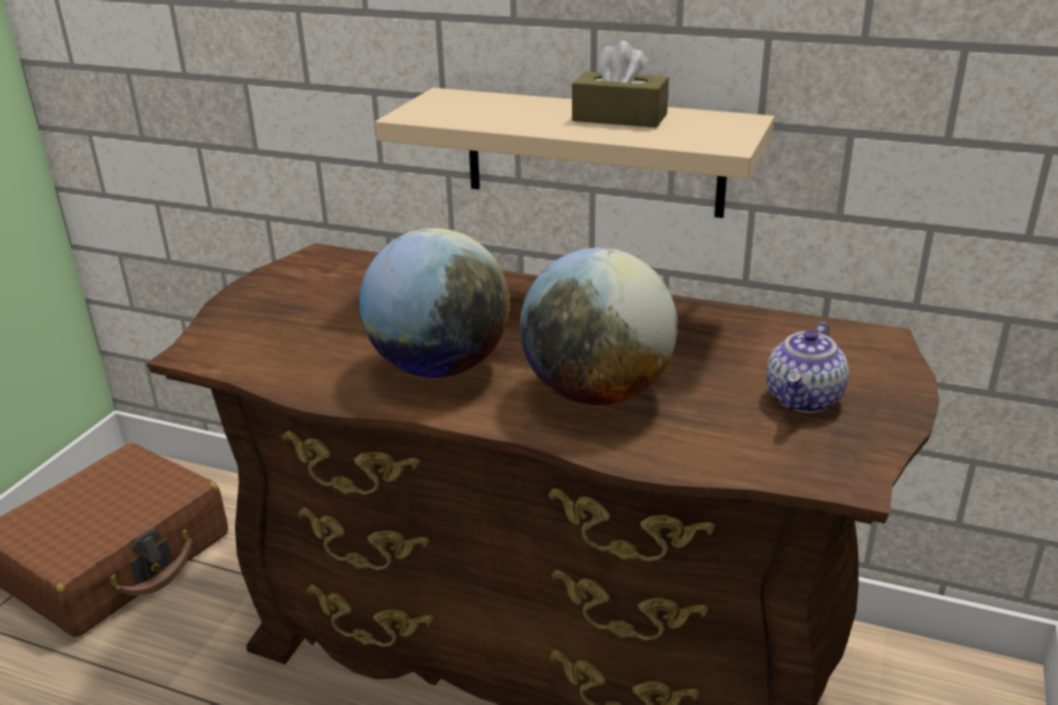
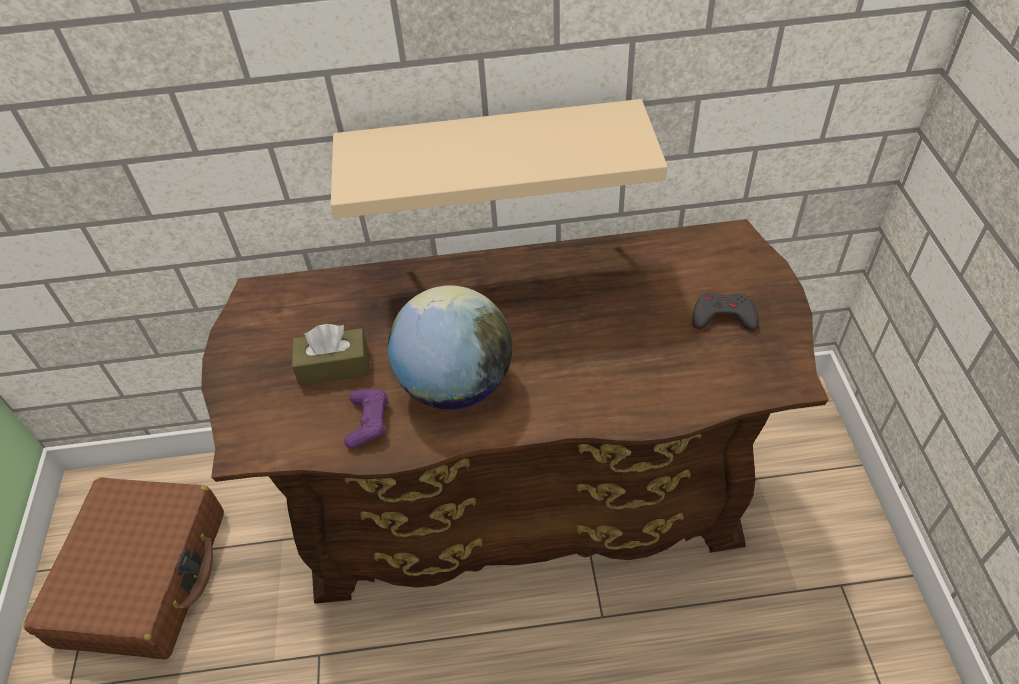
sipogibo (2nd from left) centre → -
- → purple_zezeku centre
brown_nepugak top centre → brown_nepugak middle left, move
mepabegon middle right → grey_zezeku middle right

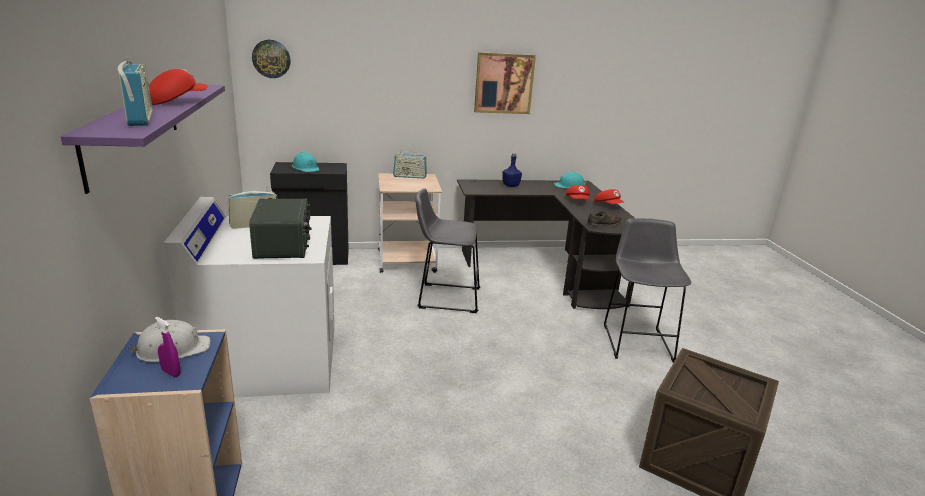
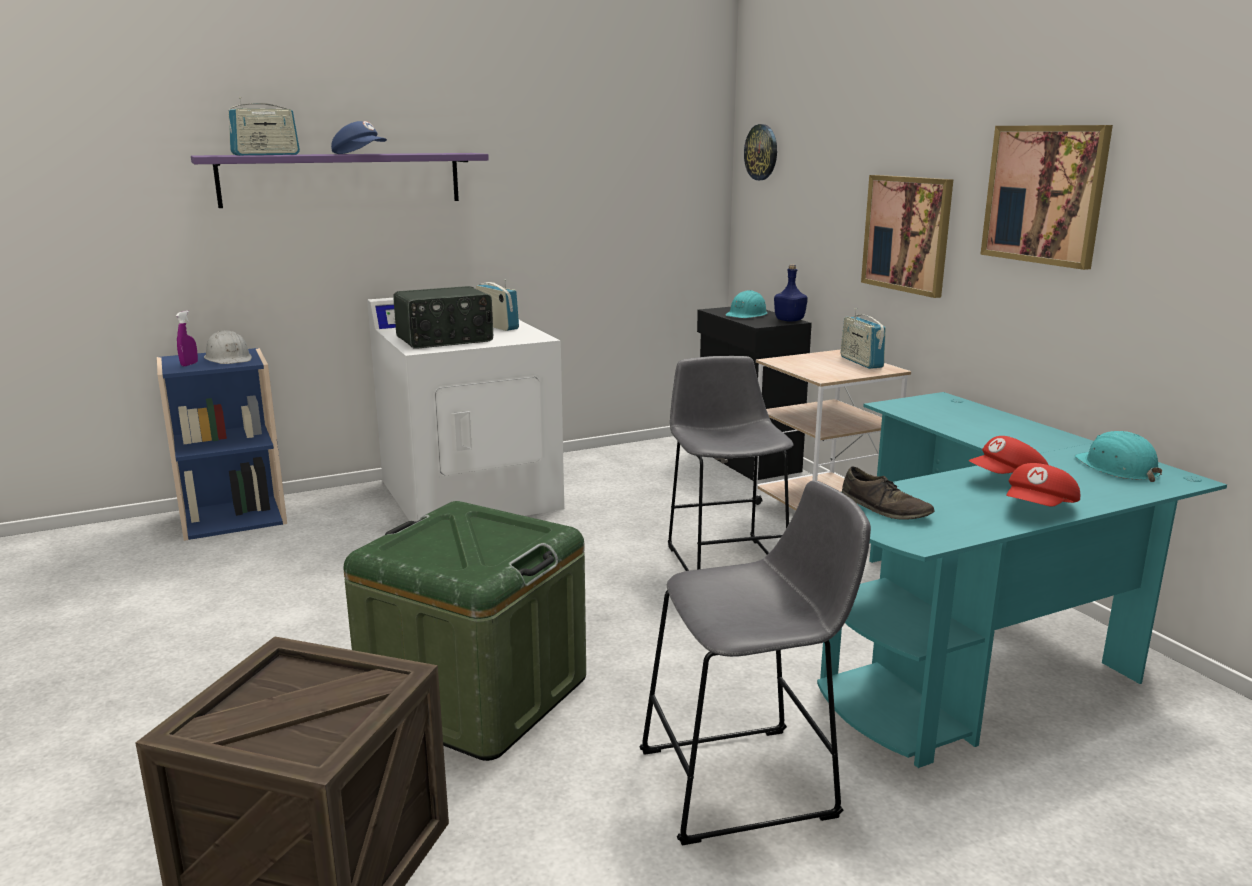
- → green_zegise bottom centre
- → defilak (1st from left) top right
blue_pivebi centre → blue_pivebi top centre, move
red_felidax (1st from left) top left → blue_felidax top left
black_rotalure centre → turquoise_rotalure middle right

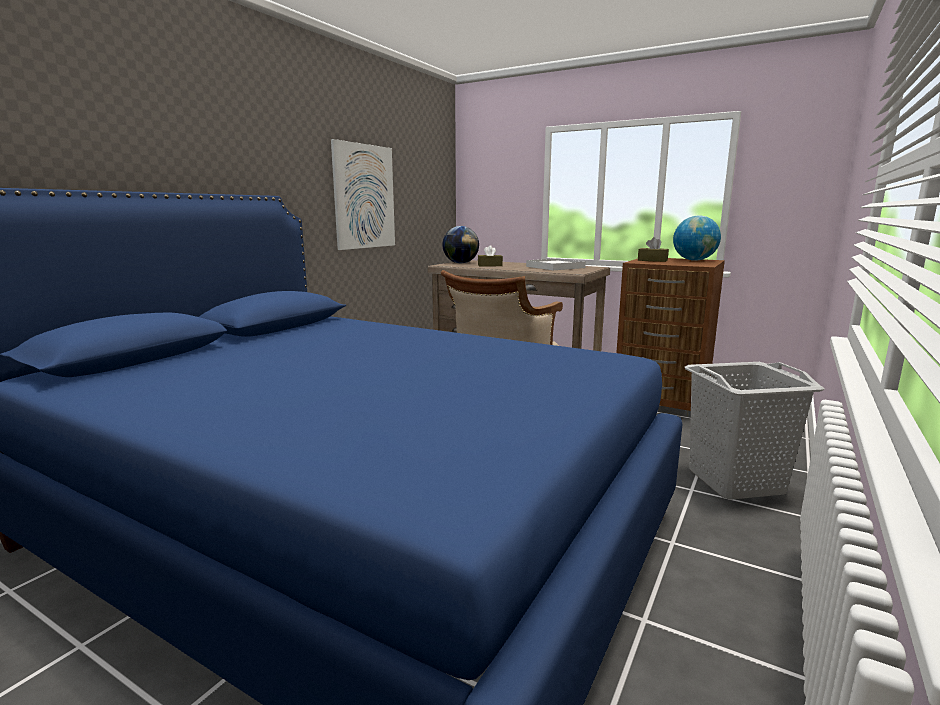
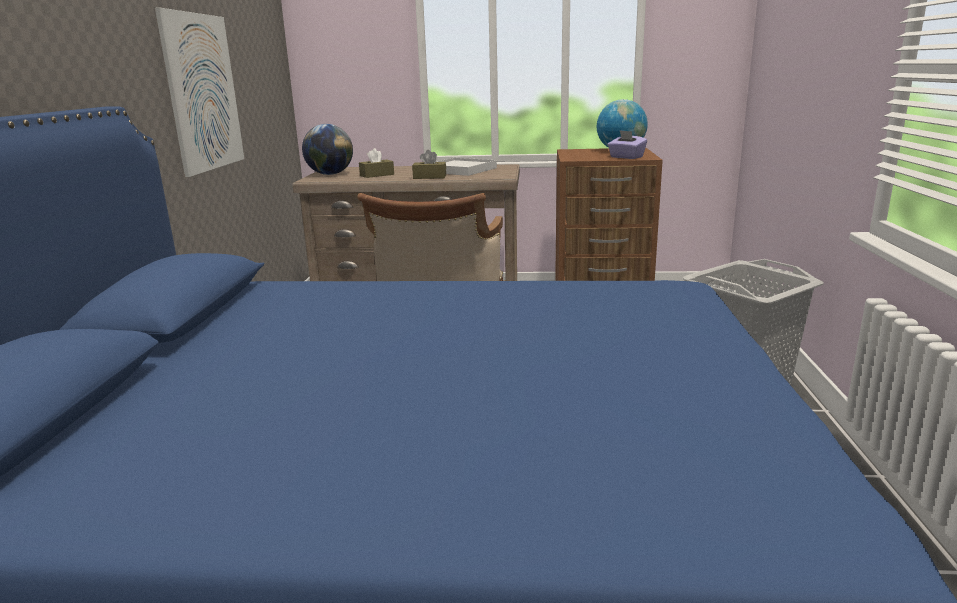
- → purple_nepugak top centre
brown_nepugak (2nd from left) middle right → brown_nepugak (2nd from left) top centre, move

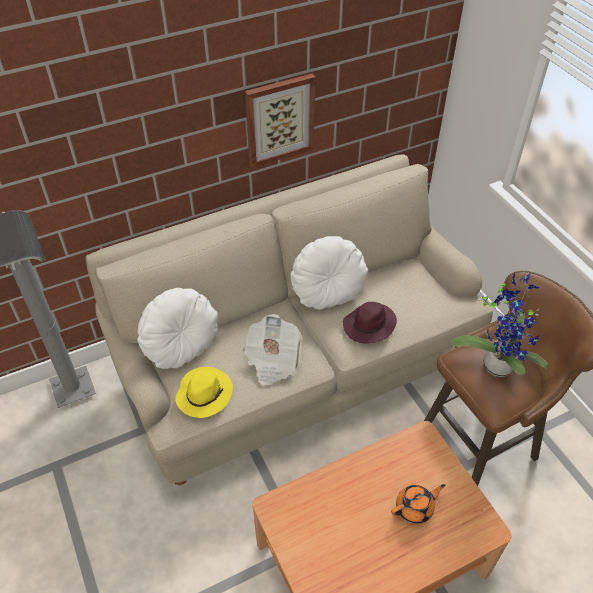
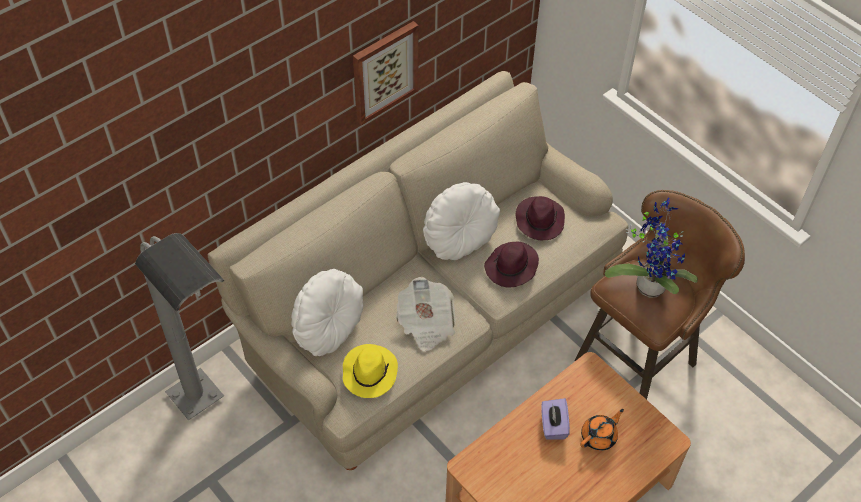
- → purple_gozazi (2nd from left) centre
- → purple_nepugak bottom centre

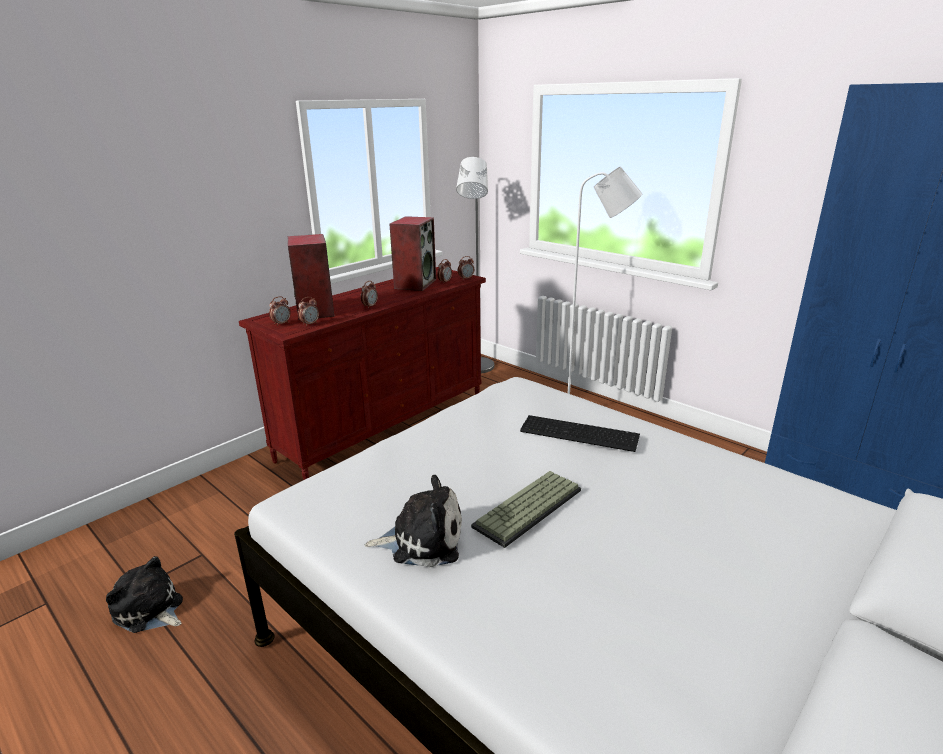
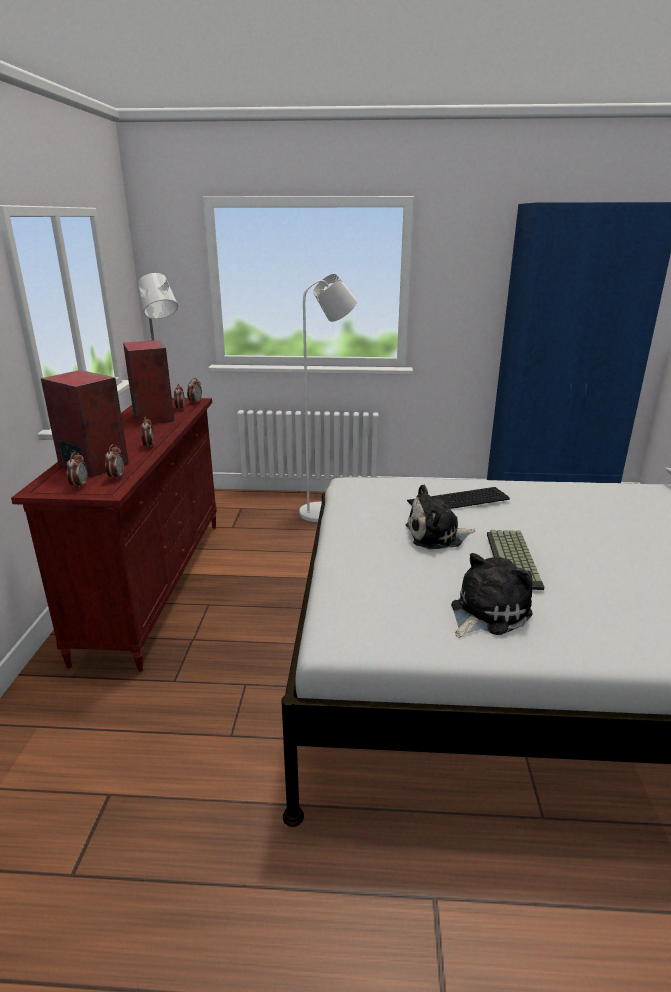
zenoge (1st from left) bottom left → zenoge (1st from left) centre, move

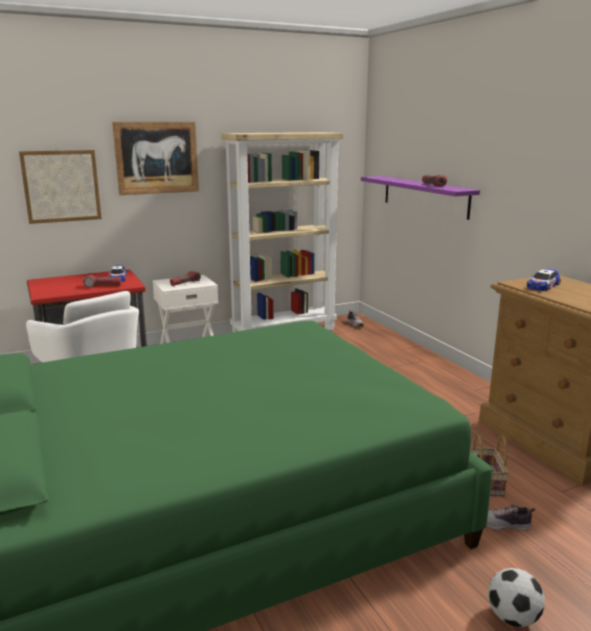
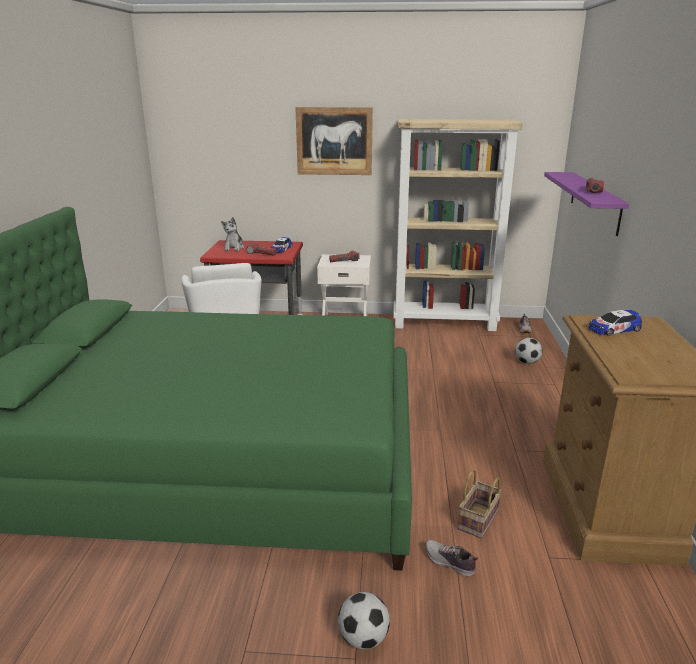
defilak (1st from left) top left → -
- → zenoge centre
- → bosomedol (2nd from left) middle right

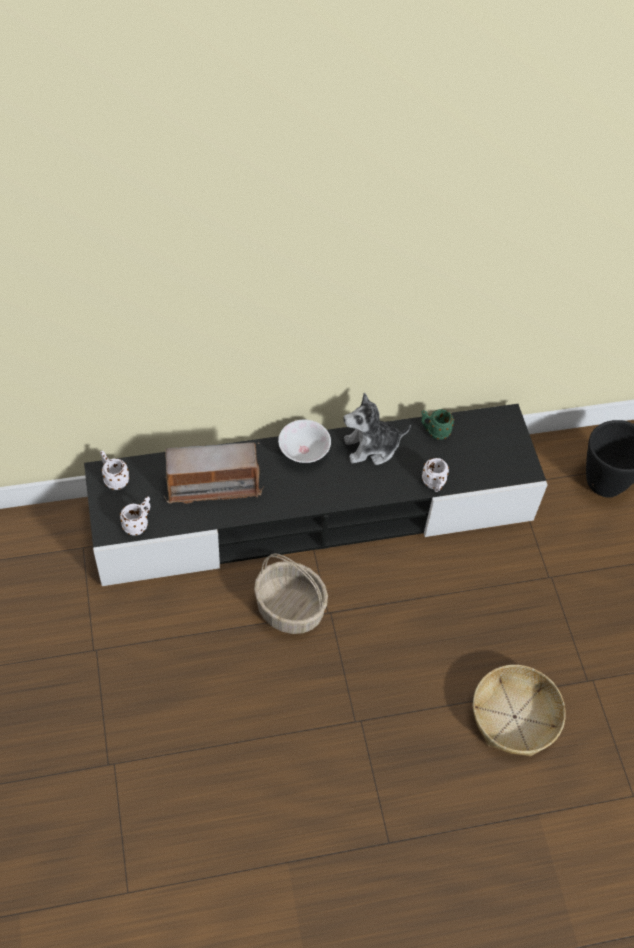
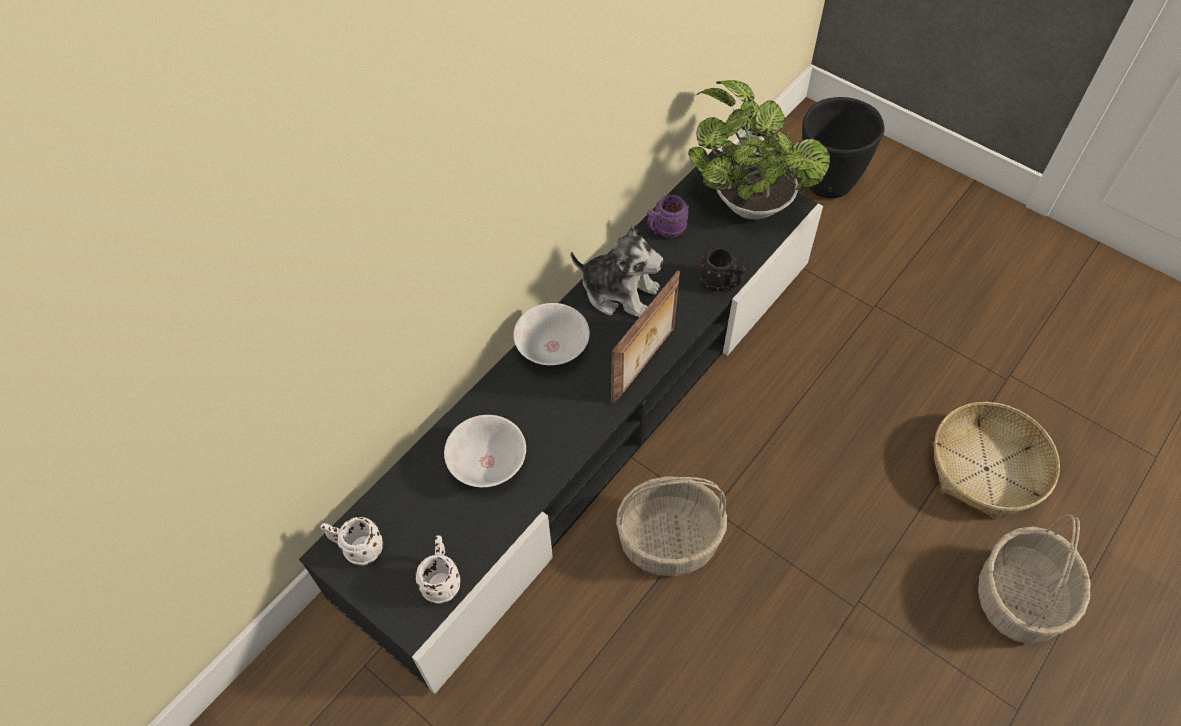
- → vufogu centre
- → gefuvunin top centre
- → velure (3rd from left) bottom right
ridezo centre → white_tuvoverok (1st from left) centre
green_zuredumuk middle right → purple_zuredumuk top centre
white_zuredumuk (3rd from left) middle right → black_zuredumuk centre
zenoge centre, 105 degrees counterclockwise

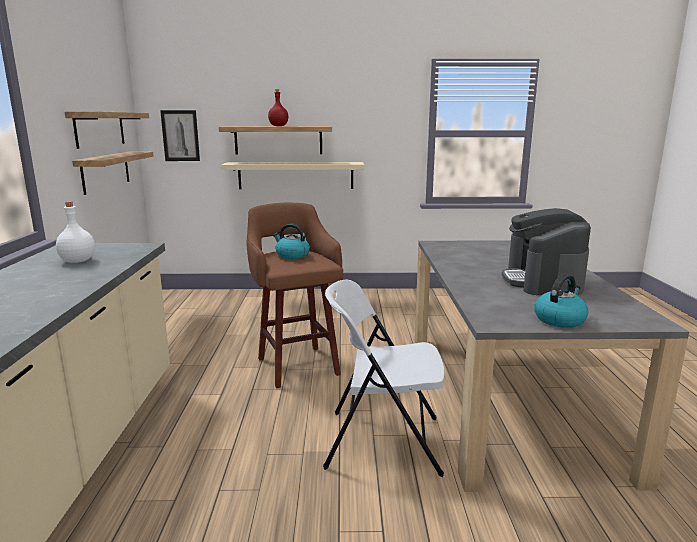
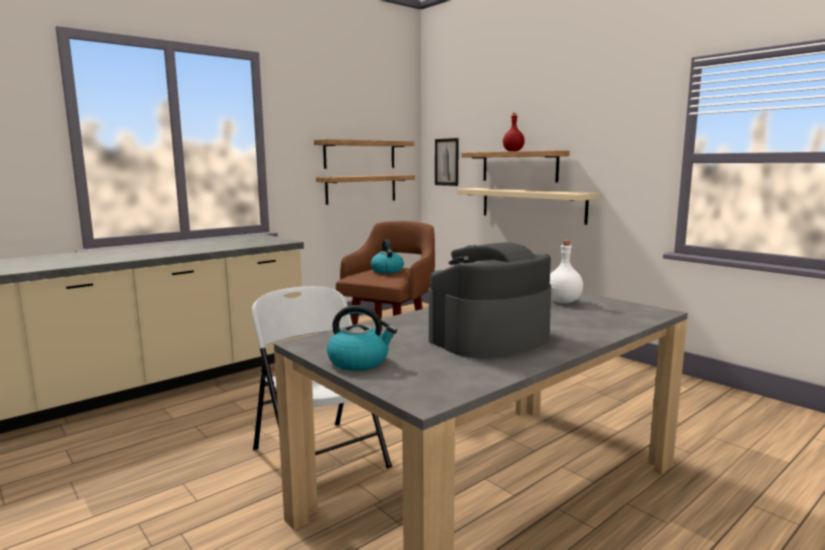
white_pivebi middle left → white_pivebi middle right, move

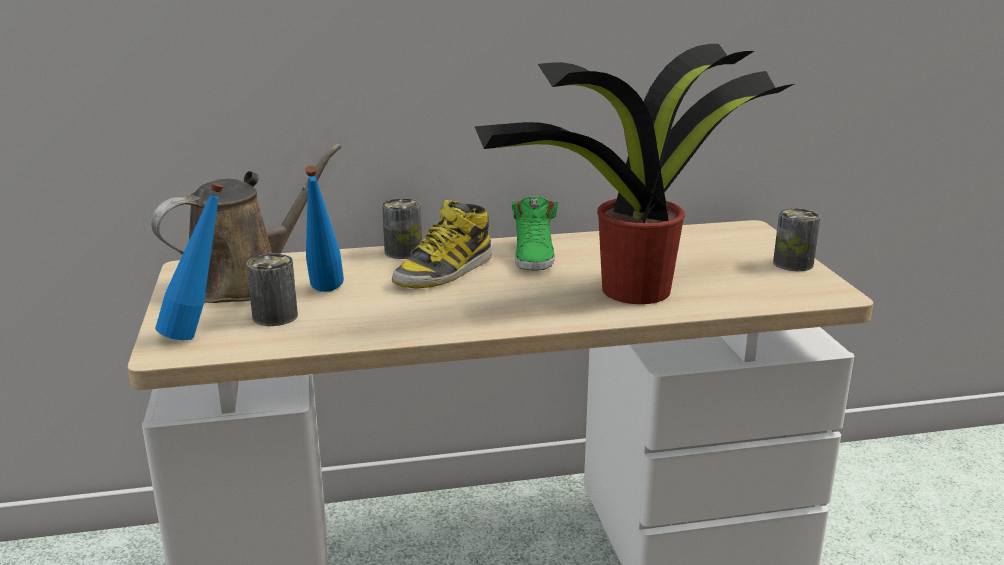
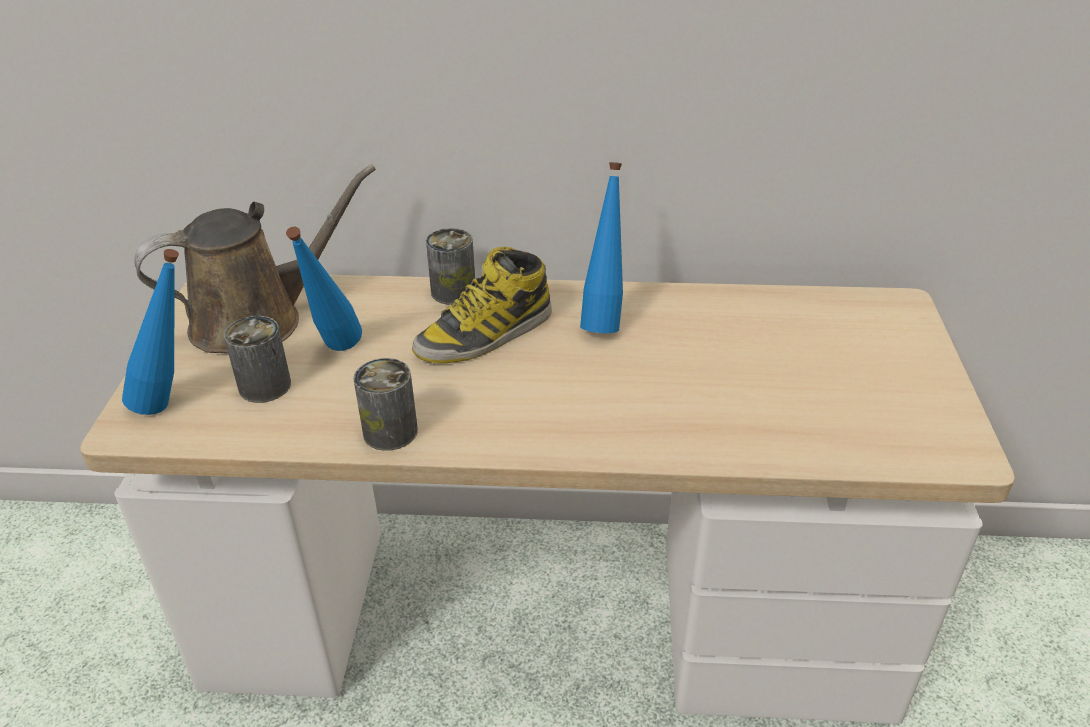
gefuvunin top centre → -
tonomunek (3rd from left in the first image) middle right → tonomunek (2nd from left) centre, move
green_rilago centre → blue_pivebi (3rd from left) centre

